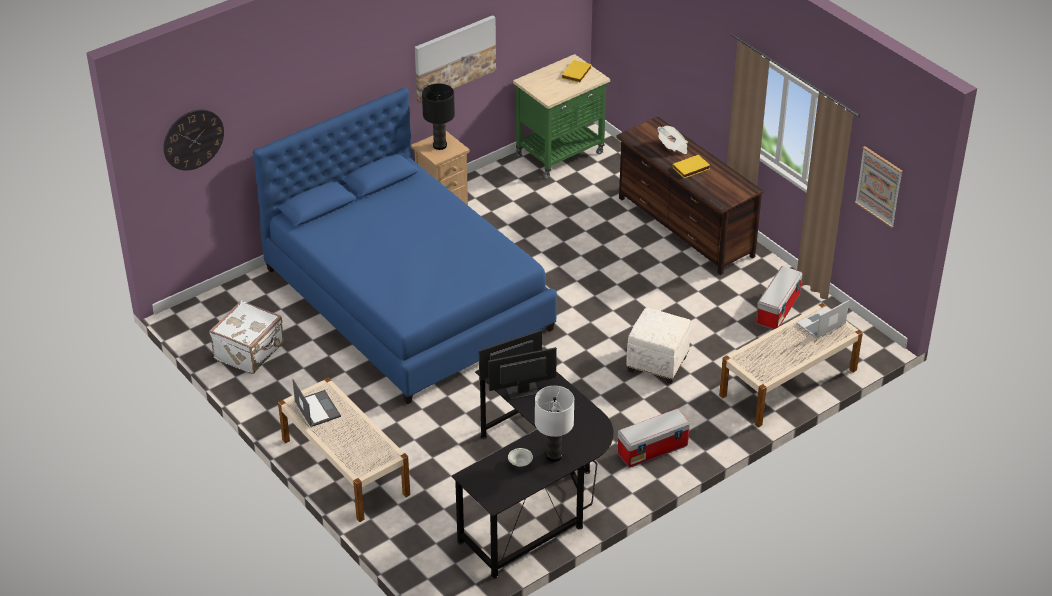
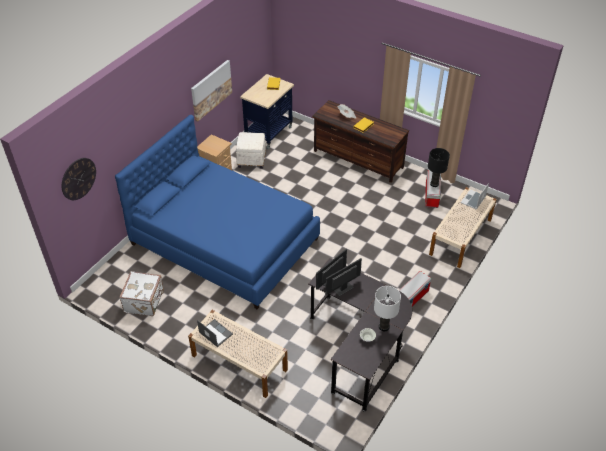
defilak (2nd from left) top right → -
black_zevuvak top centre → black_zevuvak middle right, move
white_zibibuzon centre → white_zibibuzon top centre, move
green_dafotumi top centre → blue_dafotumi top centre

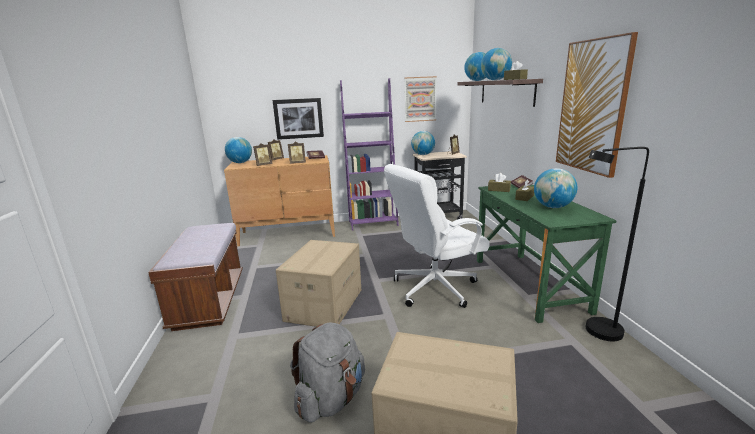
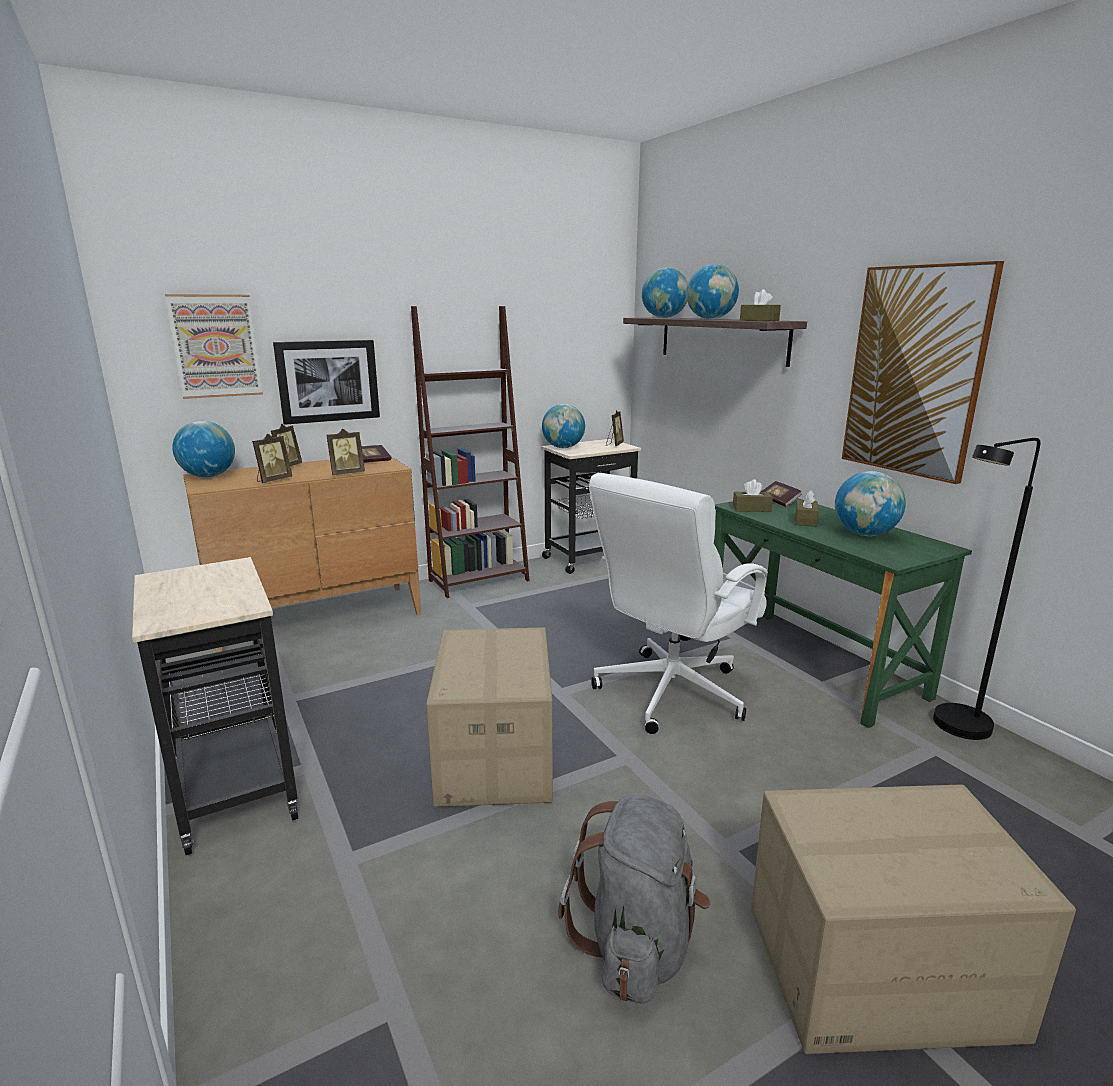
defilak (2nd from left in the first image) top centre → defilak (1st from left) top left, move
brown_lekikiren middle left → dafotumi (1st from left) middle left
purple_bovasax centre → brown_bovasax centre

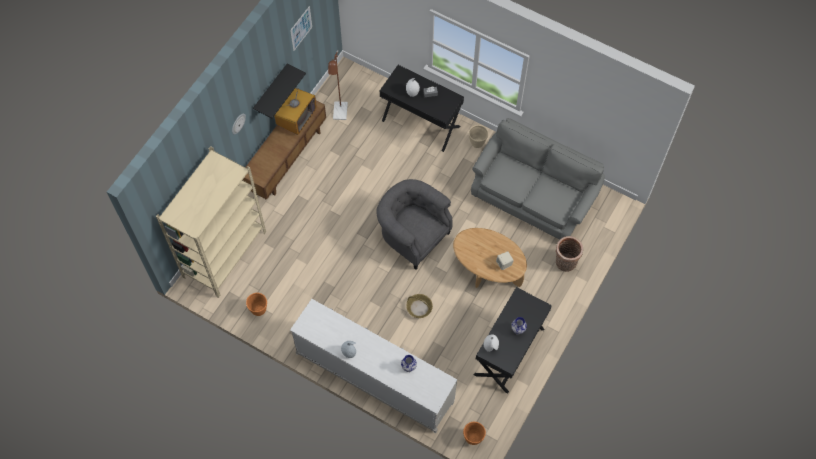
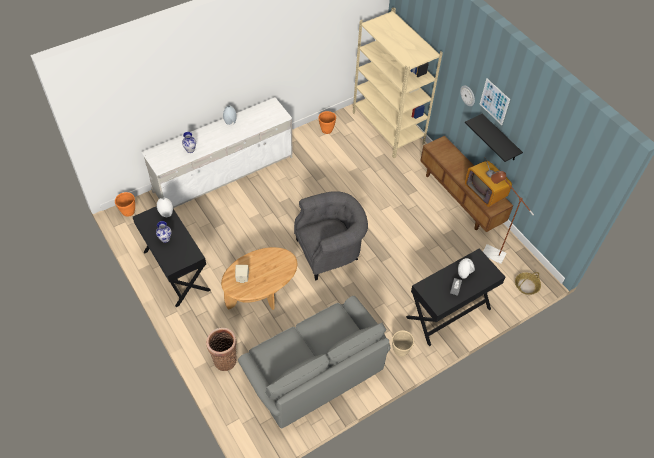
defilak top centre → defilak top right, move
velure (1st from left in the first image) bottom centre → velure (2nd from left) middle right, move

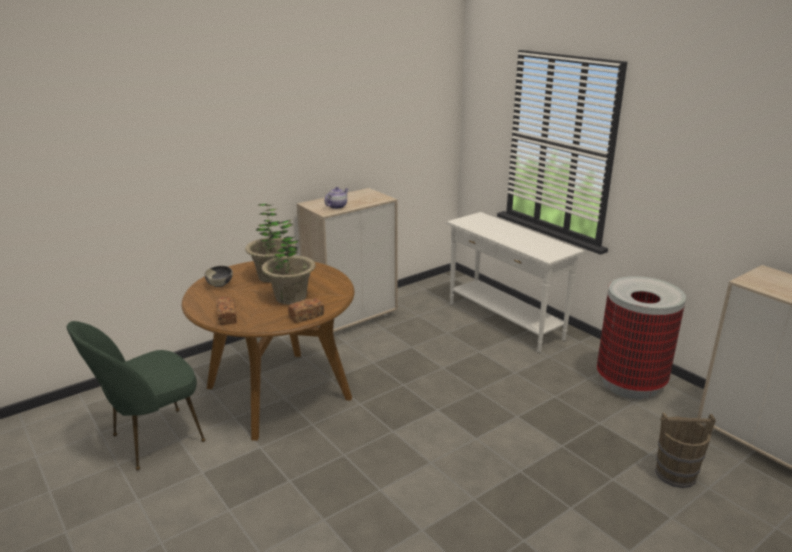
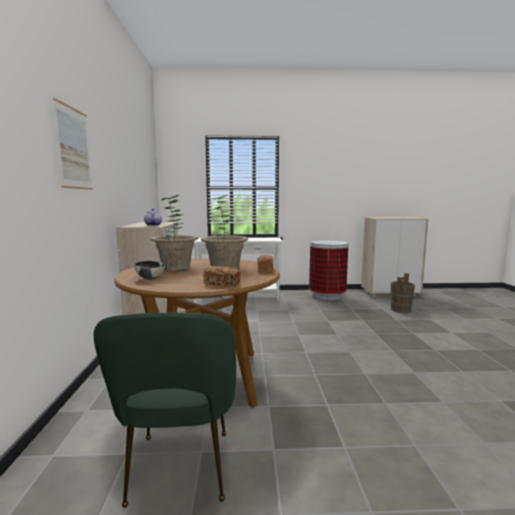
- → defilak top left

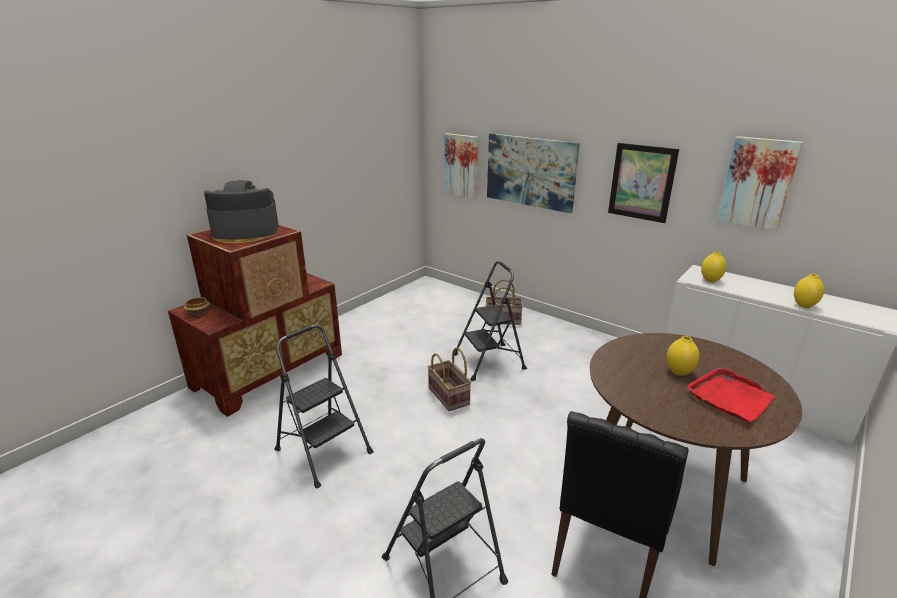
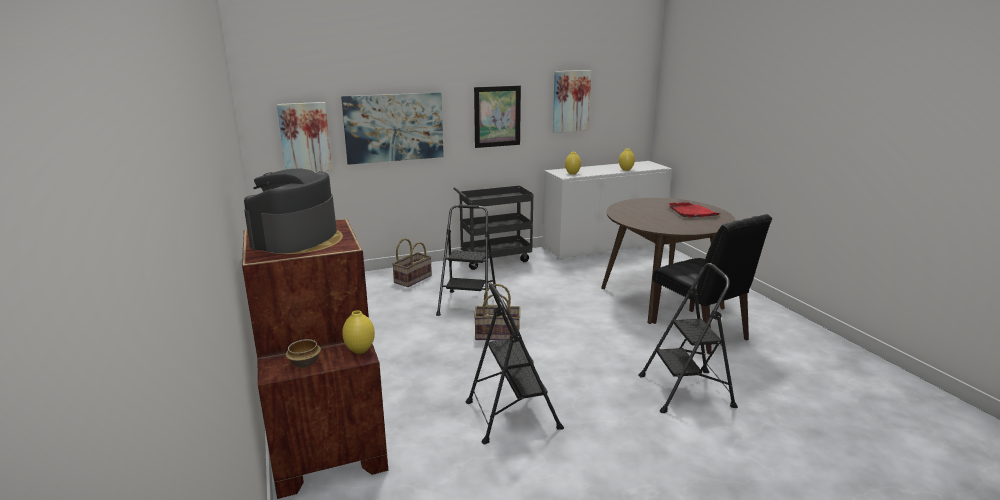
- → grey_dafotumi centre
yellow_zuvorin (1st from left) middle right → yellow_zuvorin (1st from left) centre, move

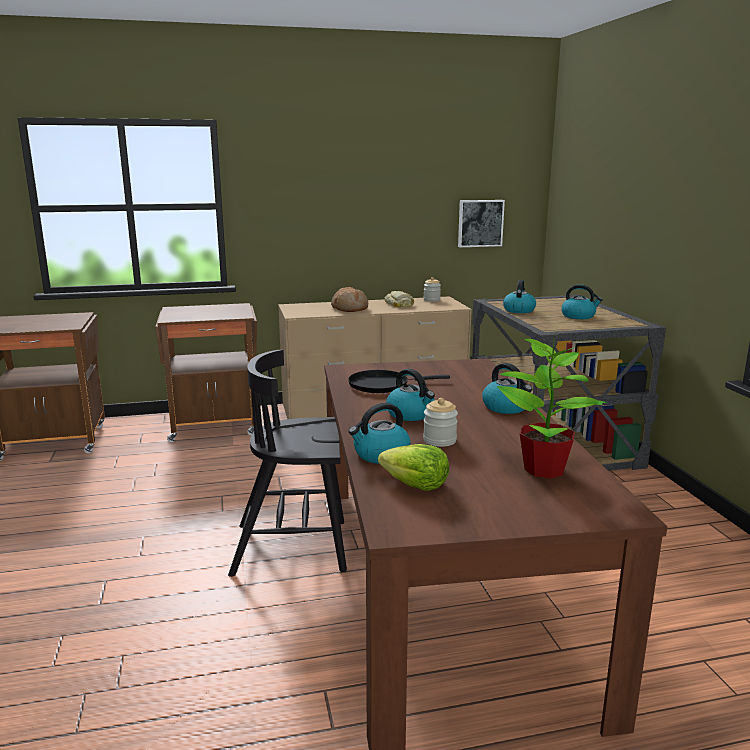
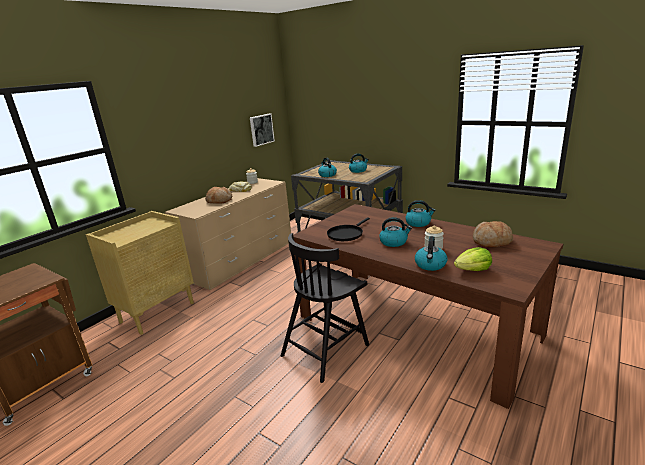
brown_dafotumi (2nd from left) middle left → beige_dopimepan middle left
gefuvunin middle right → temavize (3rd from left) middle right

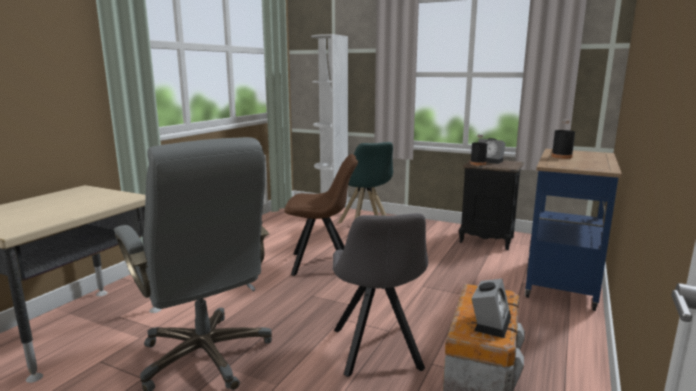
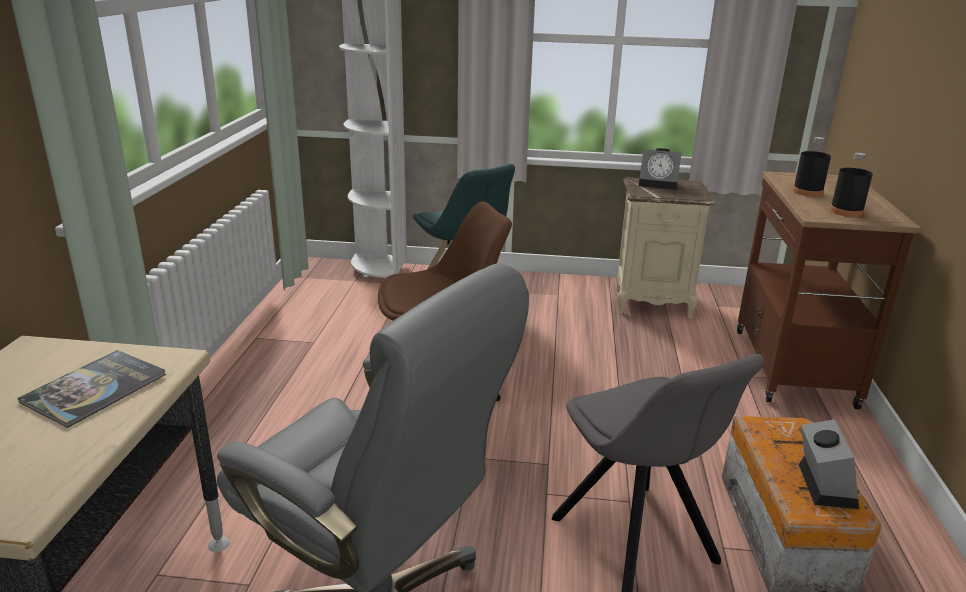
- → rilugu middle left
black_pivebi (1st from left in the first image) middle right → black_pivebi (2nd from left) top right, move
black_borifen middle right → beige_borifen middle right
blue_dafotumi middle right → brown_dafotumi middle right

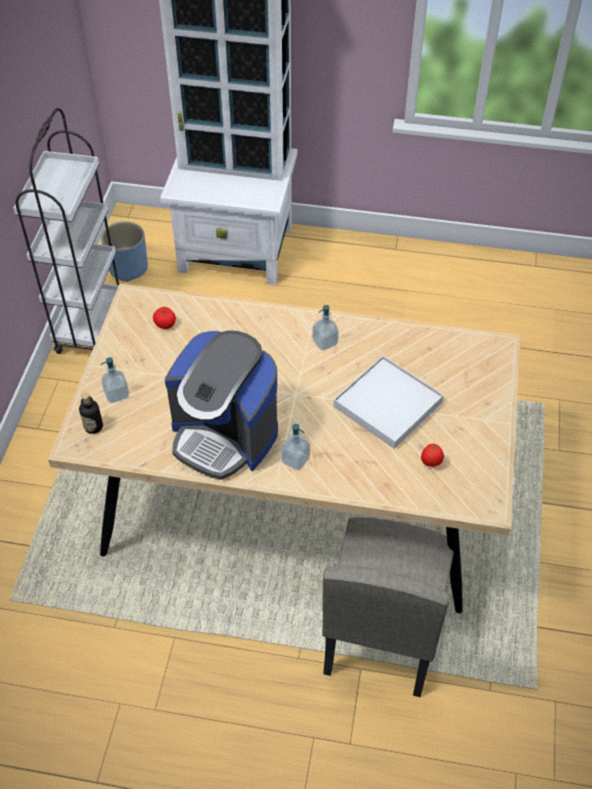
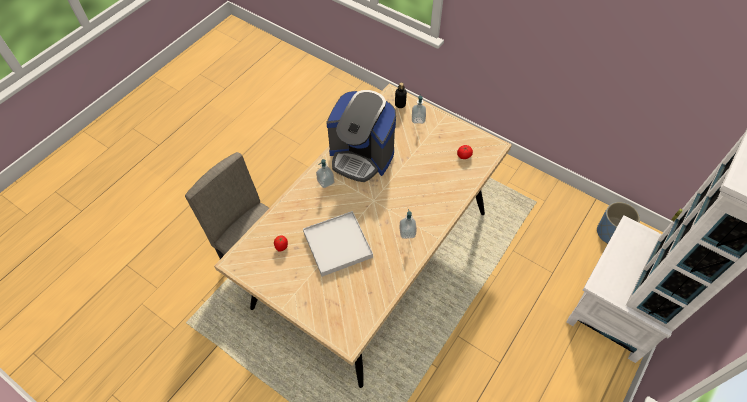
white_dafotumi top left → -
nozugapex centre, 120 degrees counterclockwise

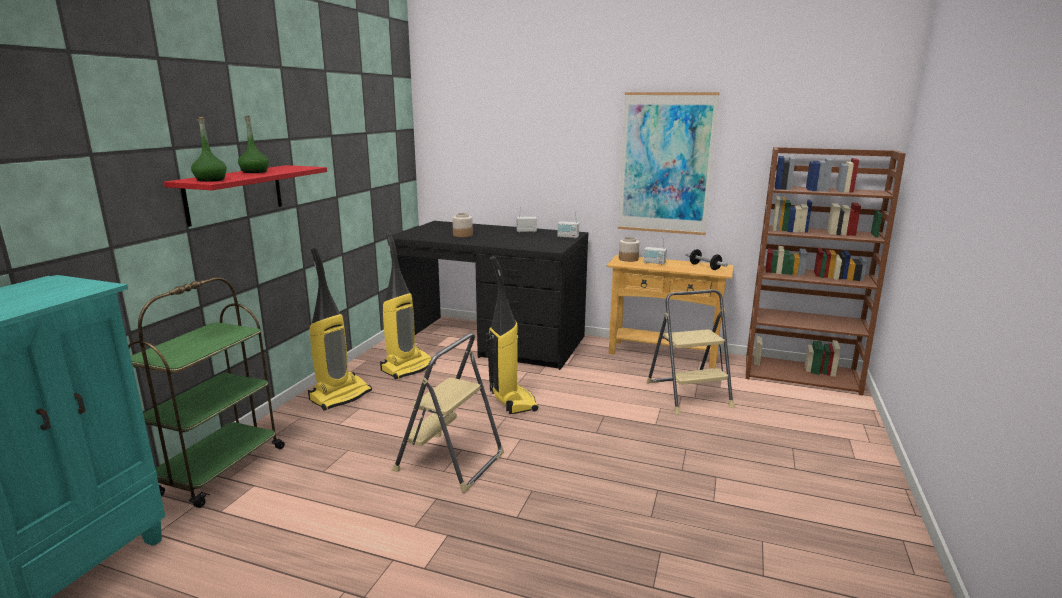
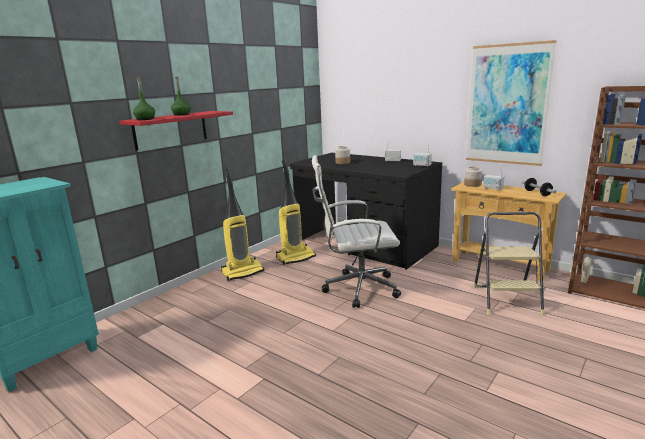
green_dafotumi middle left → -
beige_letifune (1st from left) bottom centre → -
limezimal (3rd from left) centre → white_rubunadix centre

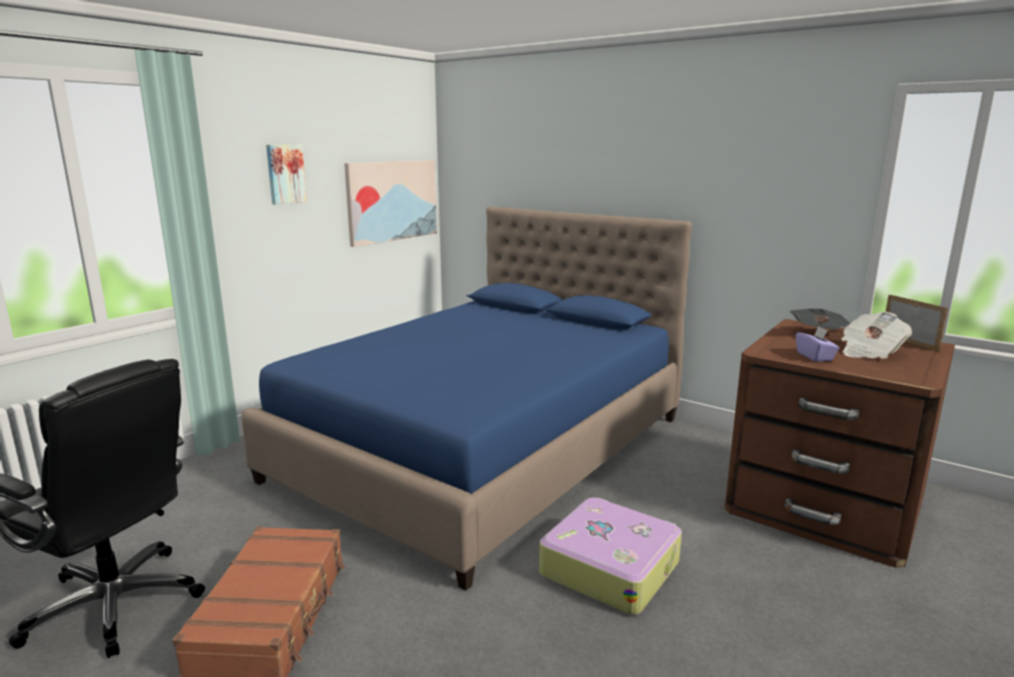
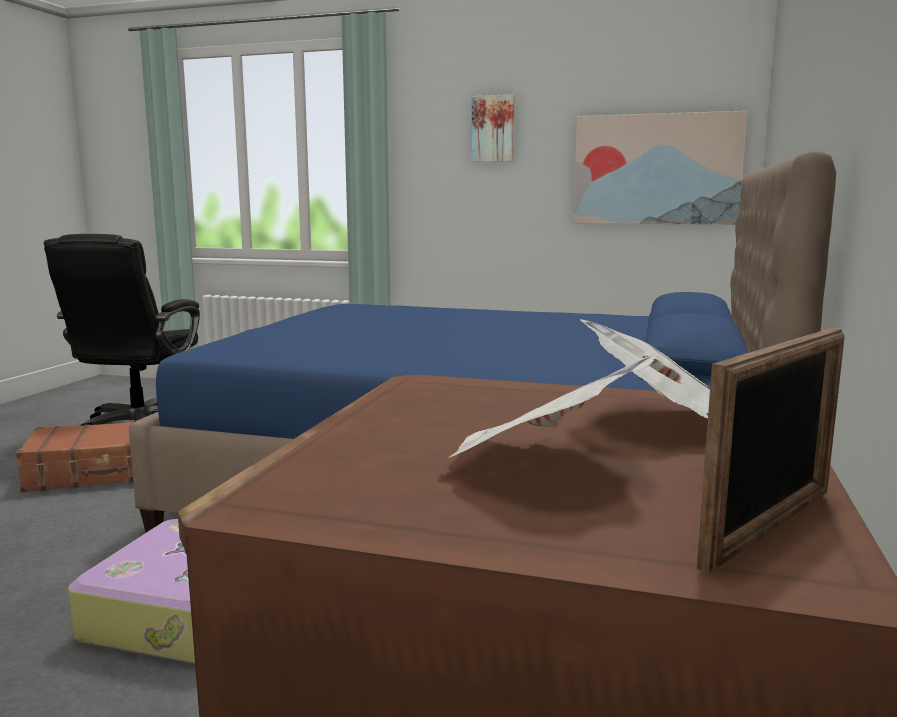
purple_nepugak middle right → -

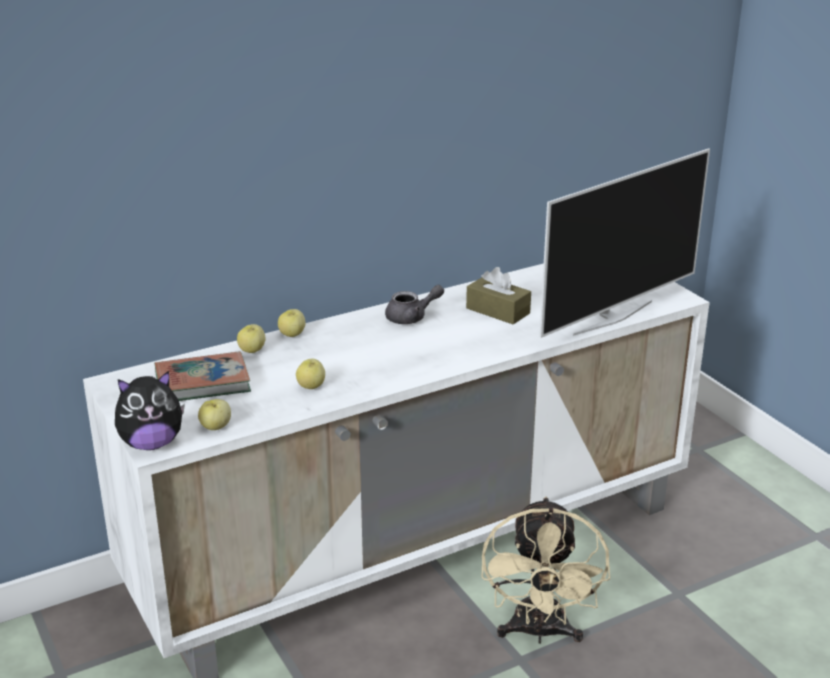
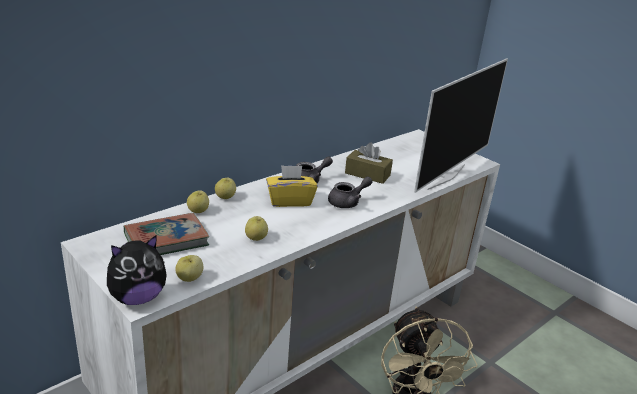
- → yellow_nepugak centre
- → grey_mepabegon (2nd from left) centre

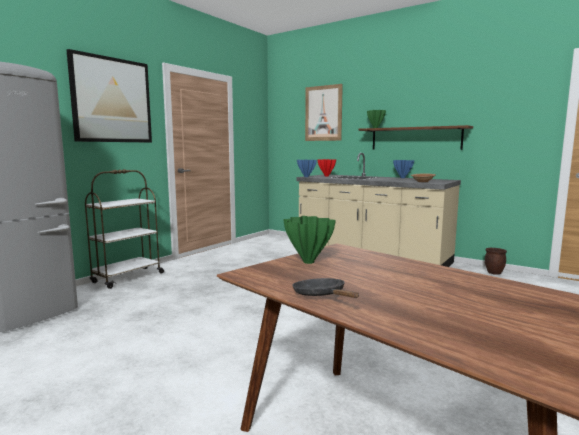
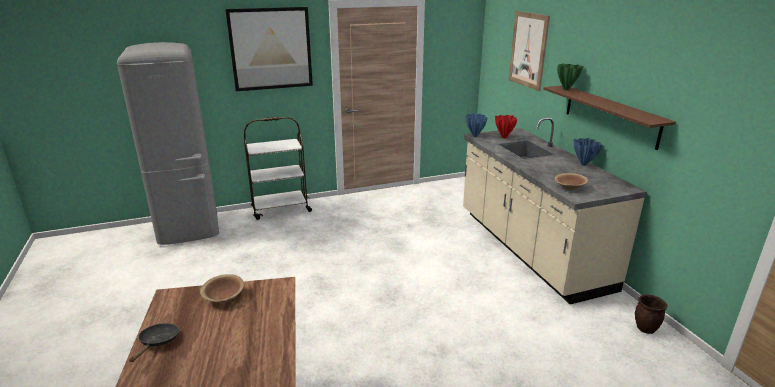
green_zuvorin (1st from left) centre → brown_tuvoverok (1st from left) bottom left

